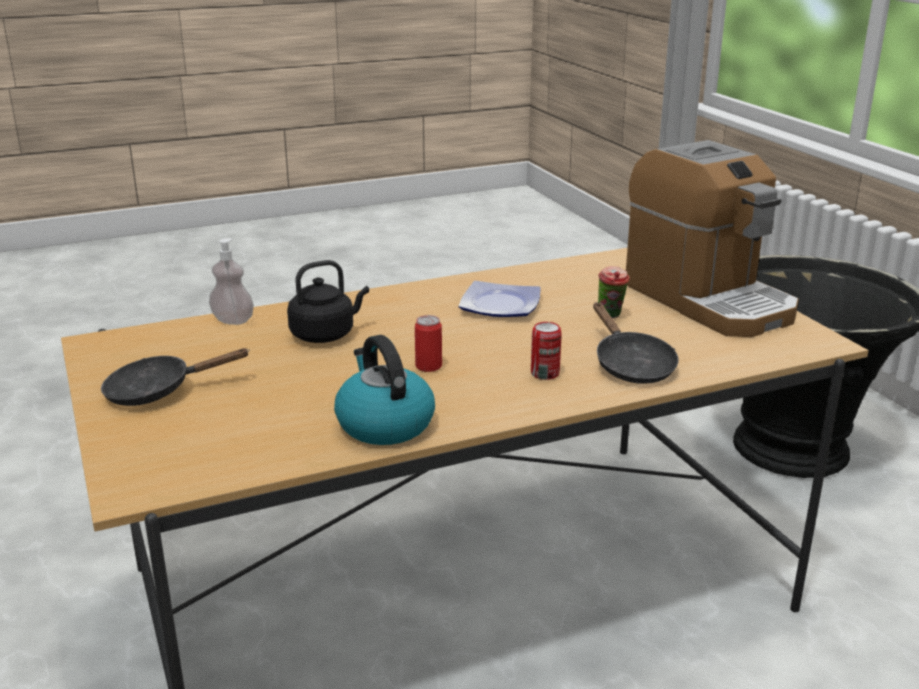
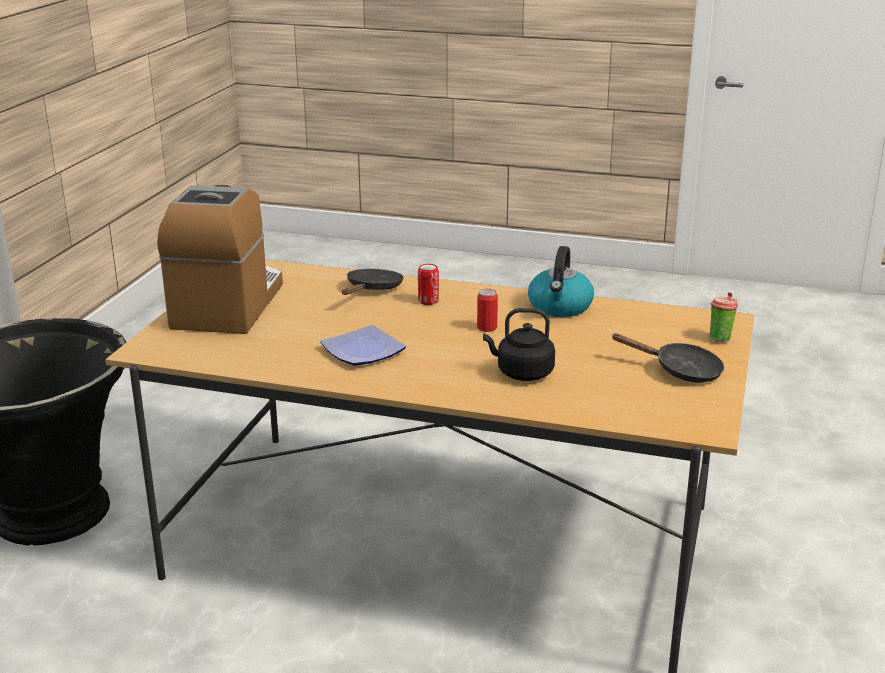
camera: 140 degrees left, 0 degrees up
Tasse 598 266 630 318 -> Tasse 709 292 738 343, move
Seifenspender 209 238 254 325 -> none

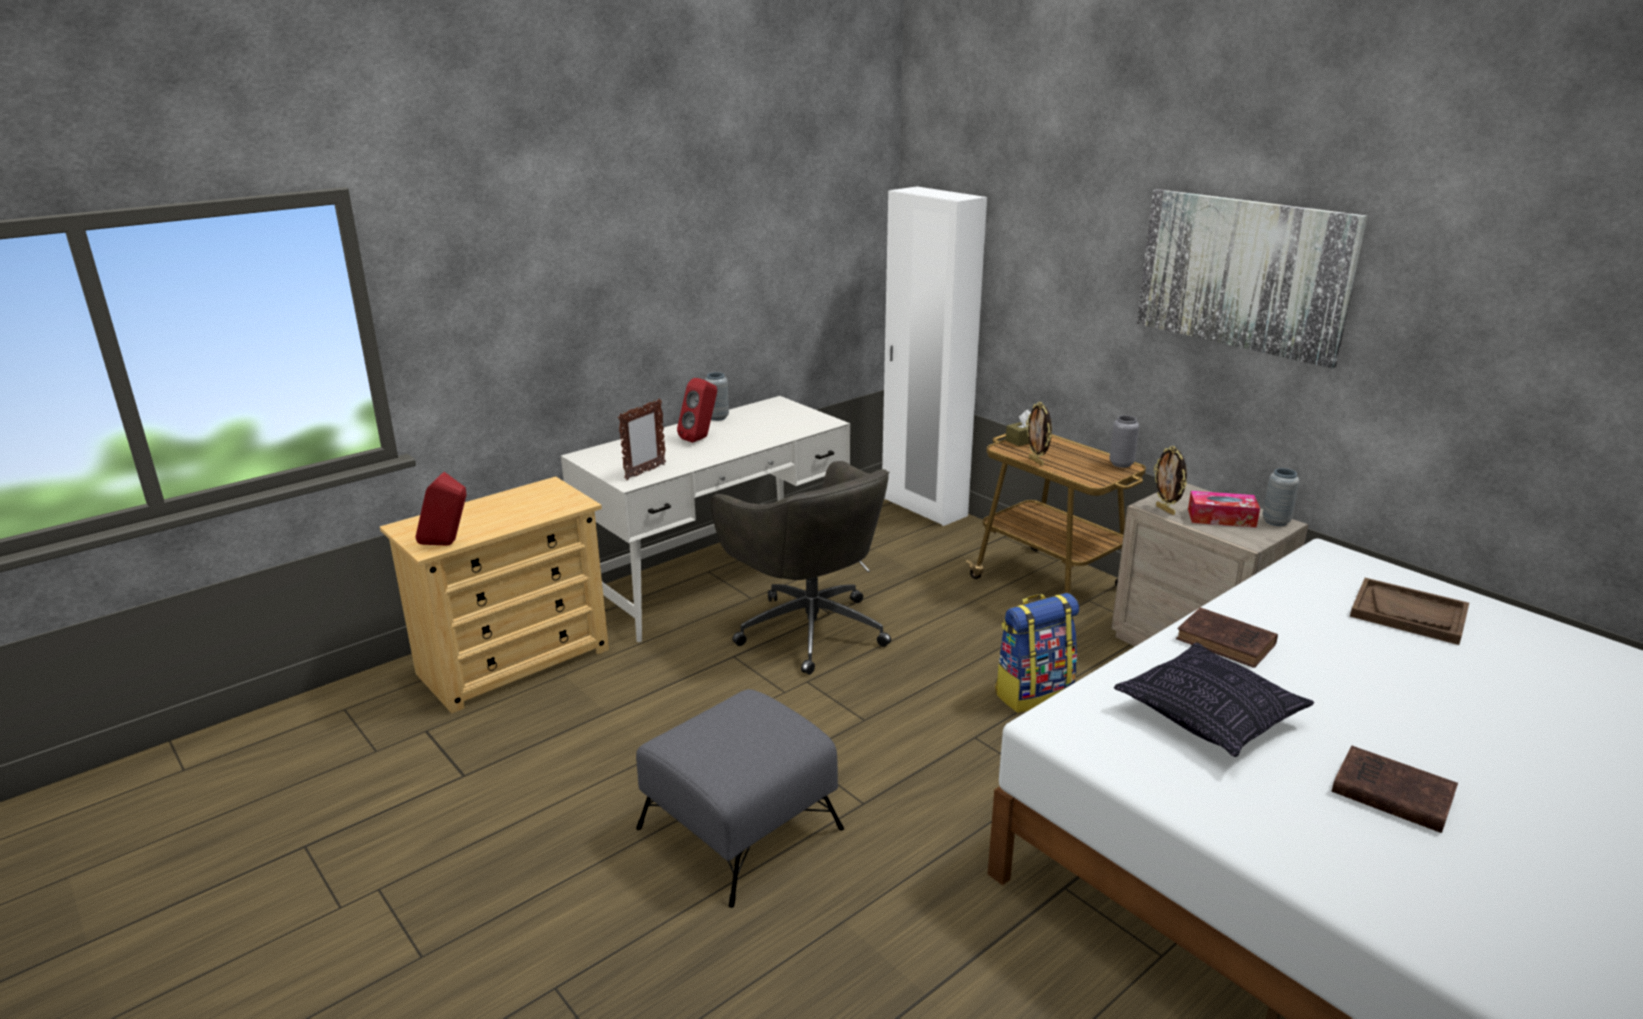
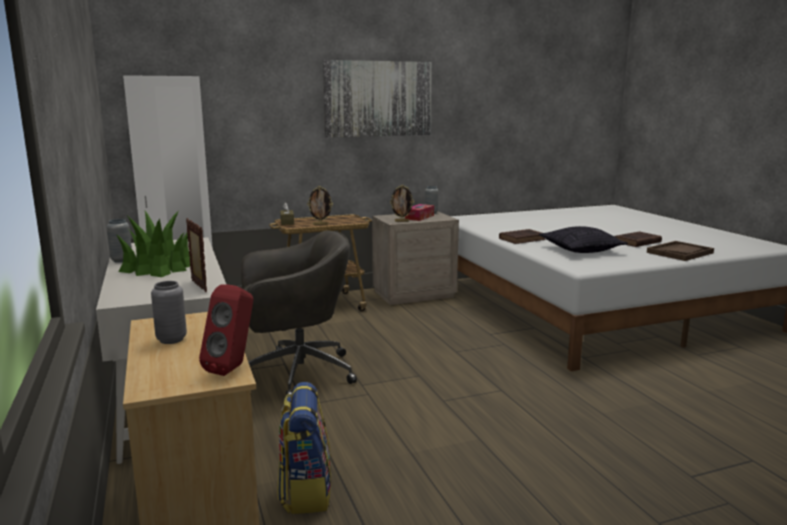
camera: 70 degrees left, 10 degrees down
Lautsprecher/rot 677 378 717 443 -> Topfpflanze 116 211 190 277
Vase/grau 1110 415 1139 468 -> Vase/grau 151 281 187 344, move
Rucksack 995 593 1079 713 -> Rucksack 278 382 331 514, move
Tablett/braun 1350 578 1469 645 -> Tablett/braun 647 241 714 261, move
Polsterhocker/grau 636 689 844 908 -> none

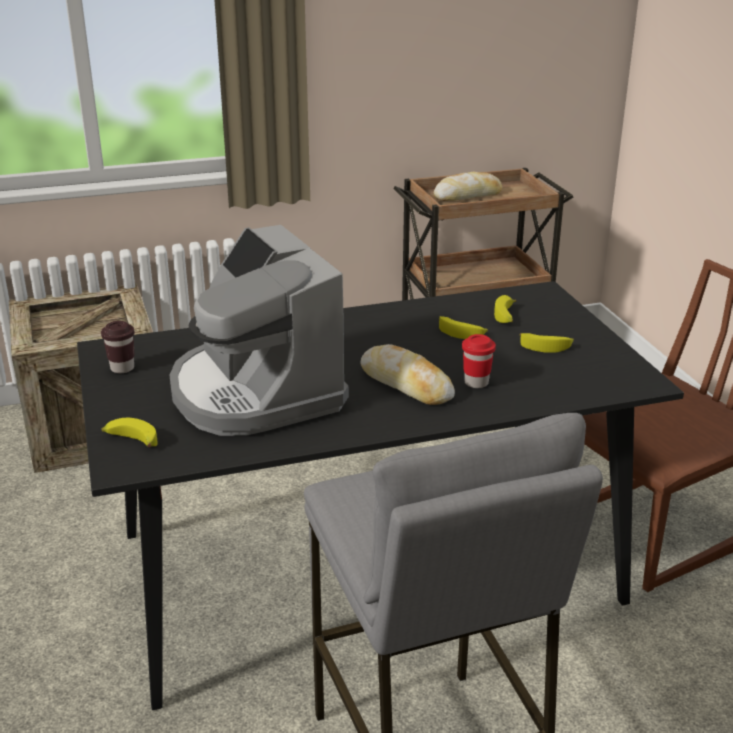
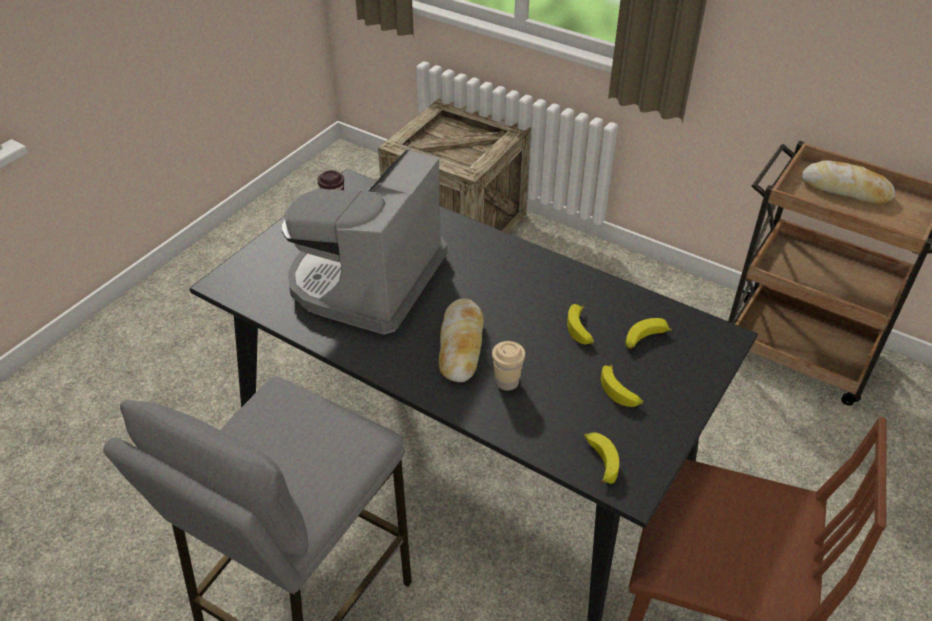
camera: 50 degrees right, 15 degrees up
Tasse/rot 462 334 496 388 -> Tasse/beige 492 341 525 391
Banane 101 418 158 447 -> Banane 584 433 619 484, move

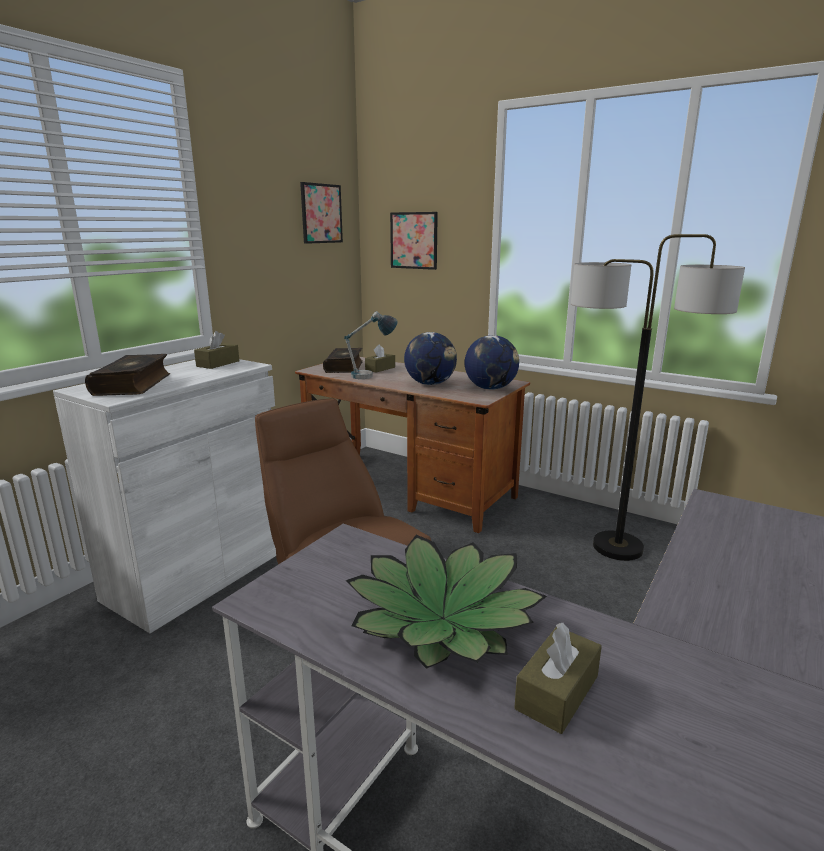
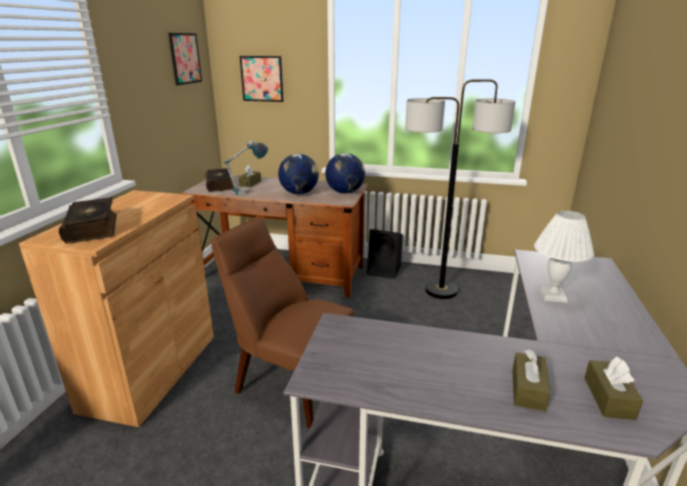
camera: 20 degrees left, 5 degrees up
Schrank/weiß 53 359 276 633 -> Schrank/braun 19 190 214 427
none -> Lautsprecher/schwarz 367 229 403 279
none -> Tischlampe/weiß 534 211 594 303
Taschentuchbox/braun 194 331 239 369 -> Taschentuchbox/braun 585 356 643 420, move
Topfpflanze 345 535 547 669 -> none

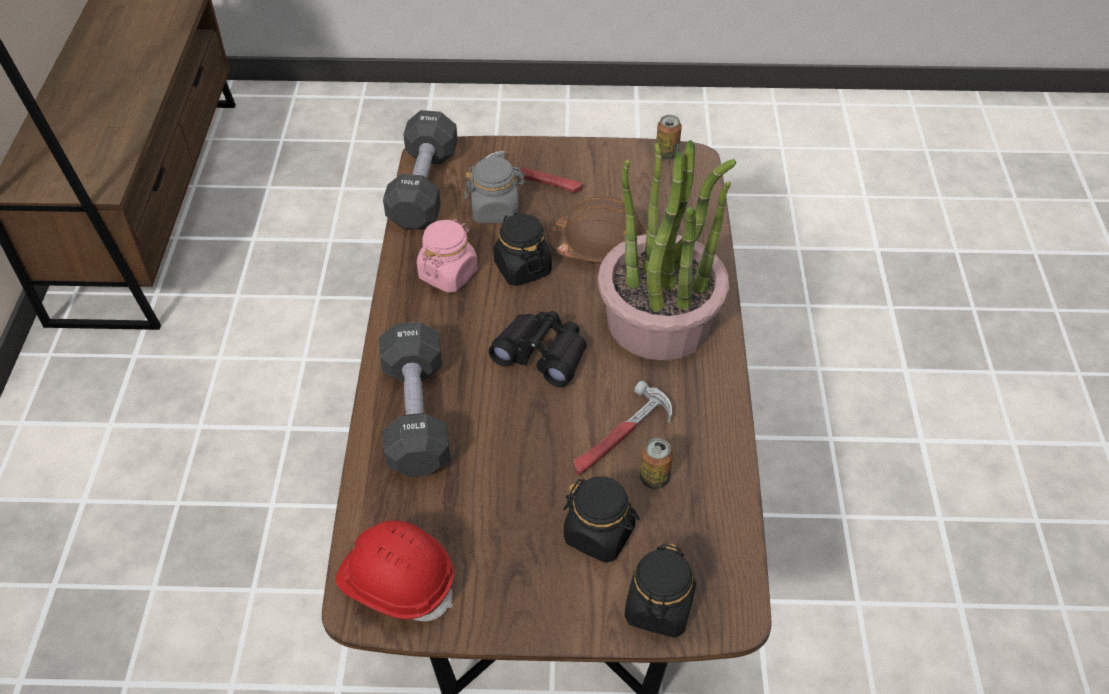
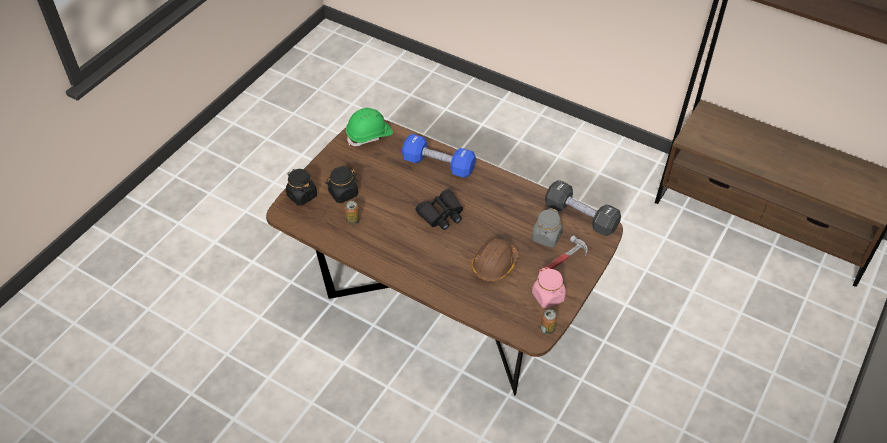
camera: 120 degrees right, 0 degrees up
Schutzhelm/rot 336 520 454 621 -> Schutzhelm/grün 346 108 393 146
Hantel/schwarz 379 322 450 477 -> Hantel/blau 402 134 476 178
Vorratsglas/rosa 417 219 478 293 -> Vorratsglas/rosa 532 267 566 308, move
Vorratsglas/schwarz 493 212 552 286 -> none
Hammer 574 381 672 475 -> none
Topfpflanze 598 140 737 360 -> none

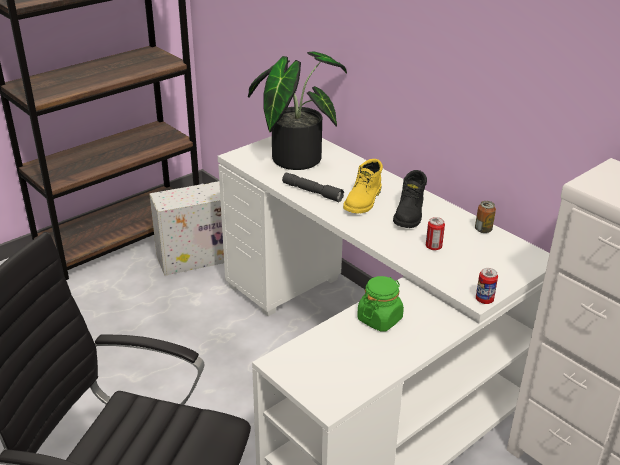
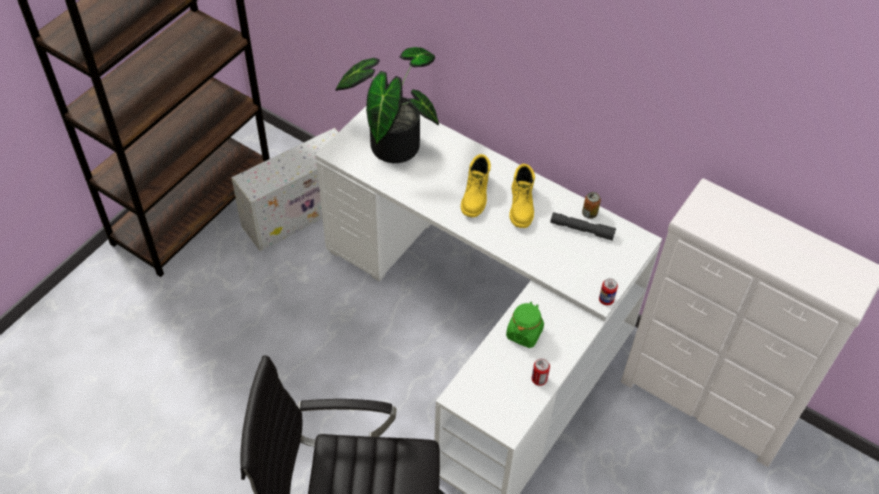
camera: 15 degrees left, 20 degrees up
Stiefel/schwarz 393 170 427 228 -> Stiefel/gelb 509 164 535 228
Dose 426 217 445 250 -> Dose 532 358 550 386, move
Taschenlampe/grau 282 173 344 202 -> Taschenlampe/grau 550 212 616 241, move

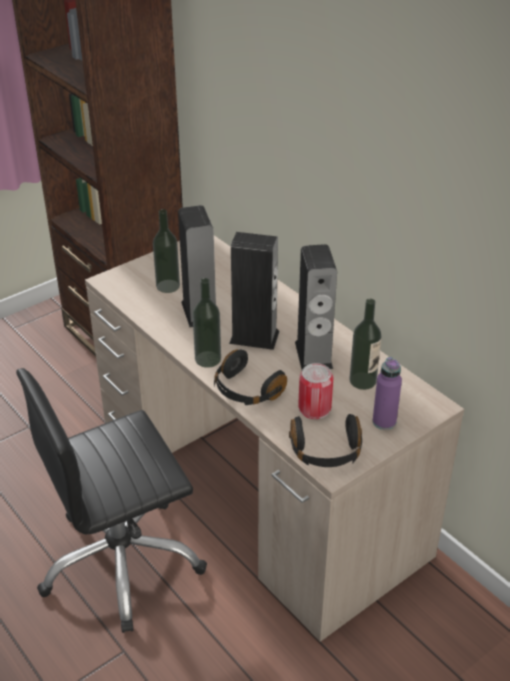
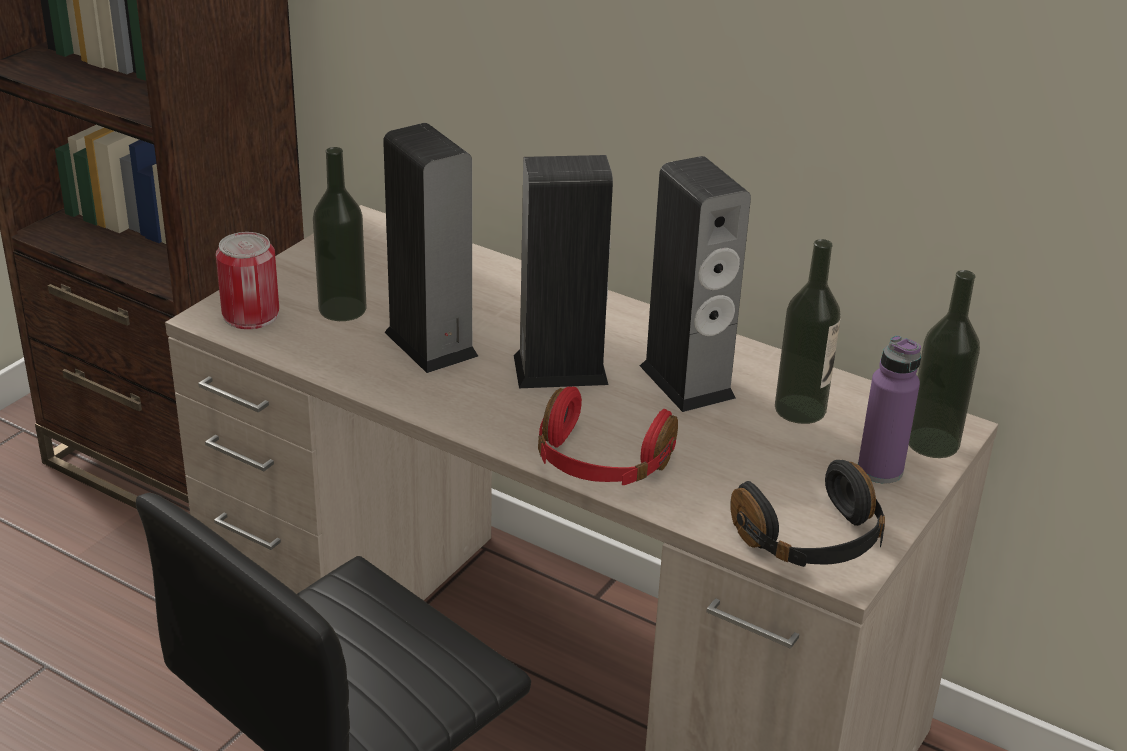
camera: 20 degrees left, 5 degrees down
Dose 298 363 333 419 -> Dose 216 232 279 329, move
Kopfhörer/schwarz 214 349 287 405 -> Kopfhörer/rot 538 387 678 485
Flasche 193 278 221 368 -> Flasche 909 270 980 458, move

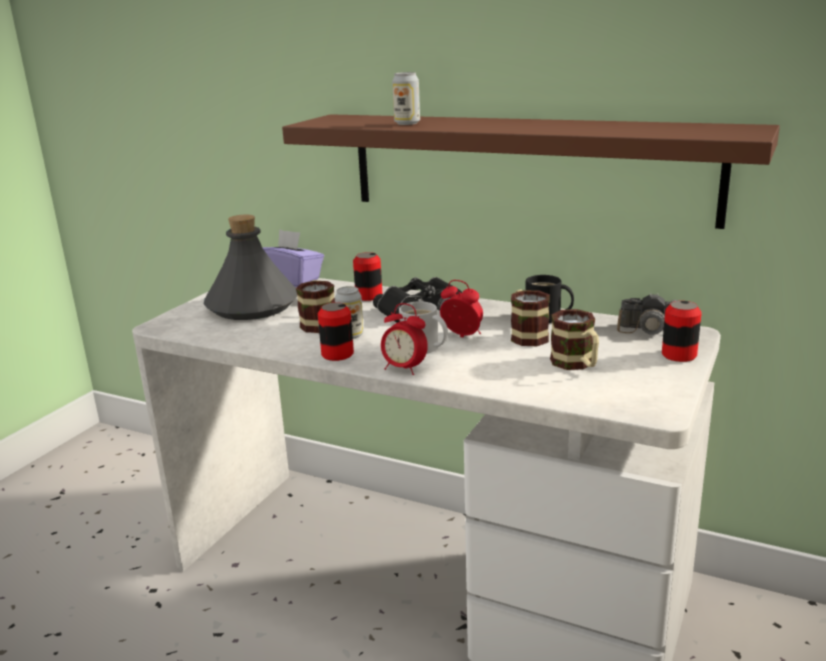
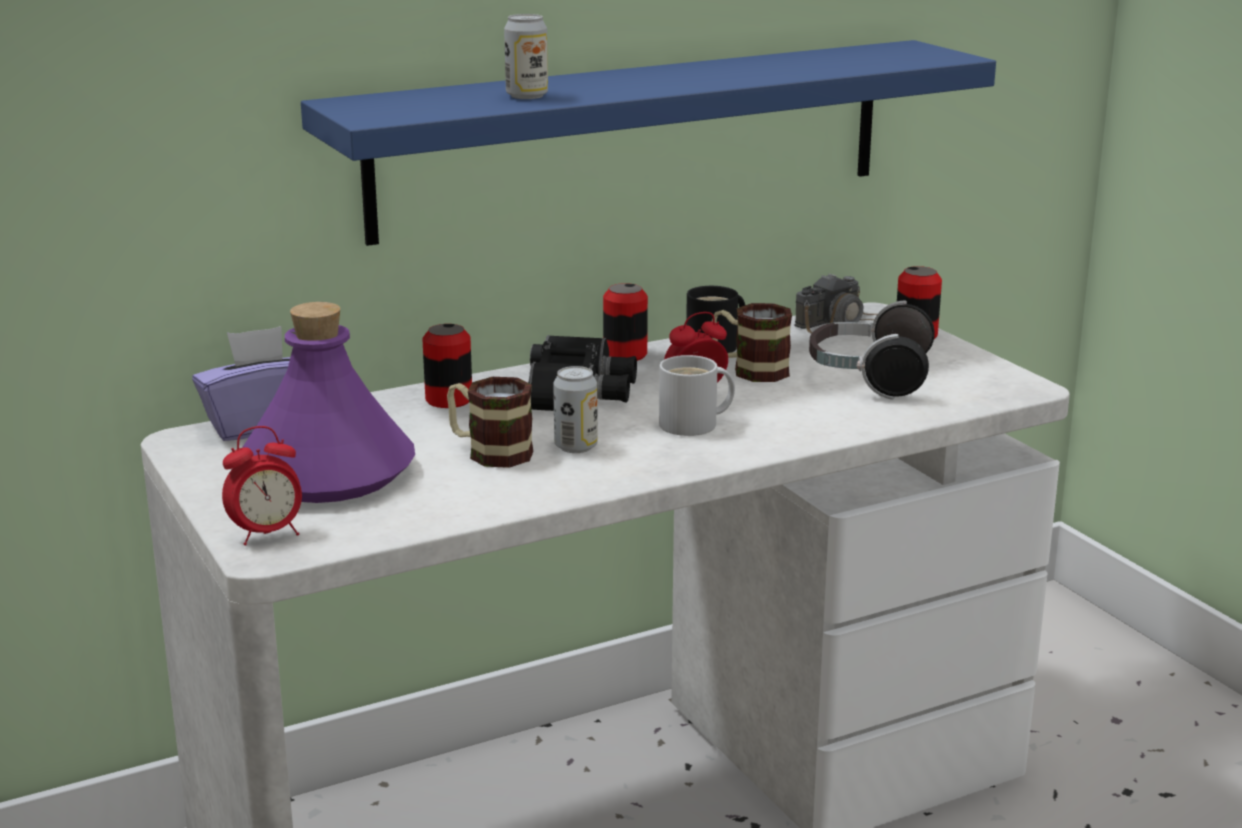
camera: 55 degrees left, 0 degrees up
Wecker 381 303 428 375 -> Wecker 222 426 302 546, move
Flasche/grau 204 215 297 320 -> Flasche/lila 242 302 415 503
Wandregal/braun 282 114 780 229 -> Wandregal/blau 301 40 996 246
Dose 318 302 354 361 -> Dose 603 283 648 361, move
Henkelbecher 550 309 599 370 -> Kopfhörer 809 300 935 400

